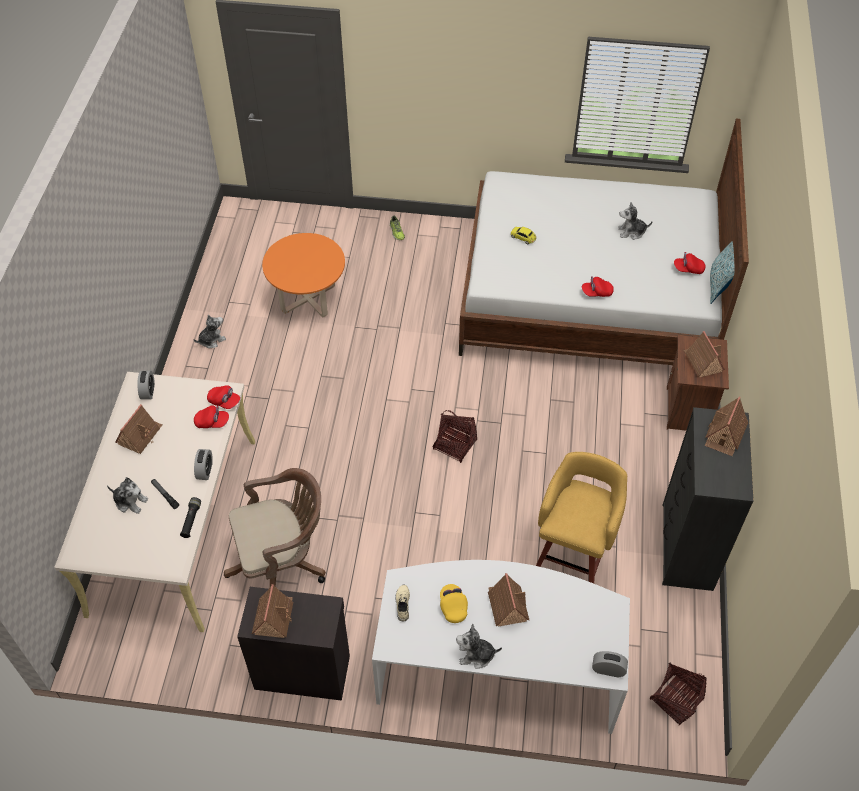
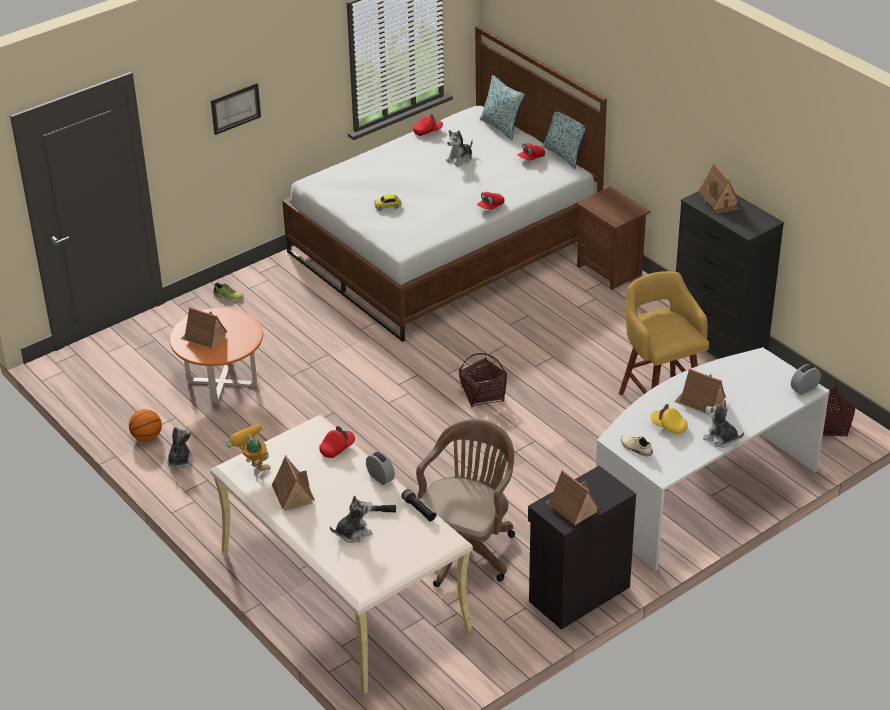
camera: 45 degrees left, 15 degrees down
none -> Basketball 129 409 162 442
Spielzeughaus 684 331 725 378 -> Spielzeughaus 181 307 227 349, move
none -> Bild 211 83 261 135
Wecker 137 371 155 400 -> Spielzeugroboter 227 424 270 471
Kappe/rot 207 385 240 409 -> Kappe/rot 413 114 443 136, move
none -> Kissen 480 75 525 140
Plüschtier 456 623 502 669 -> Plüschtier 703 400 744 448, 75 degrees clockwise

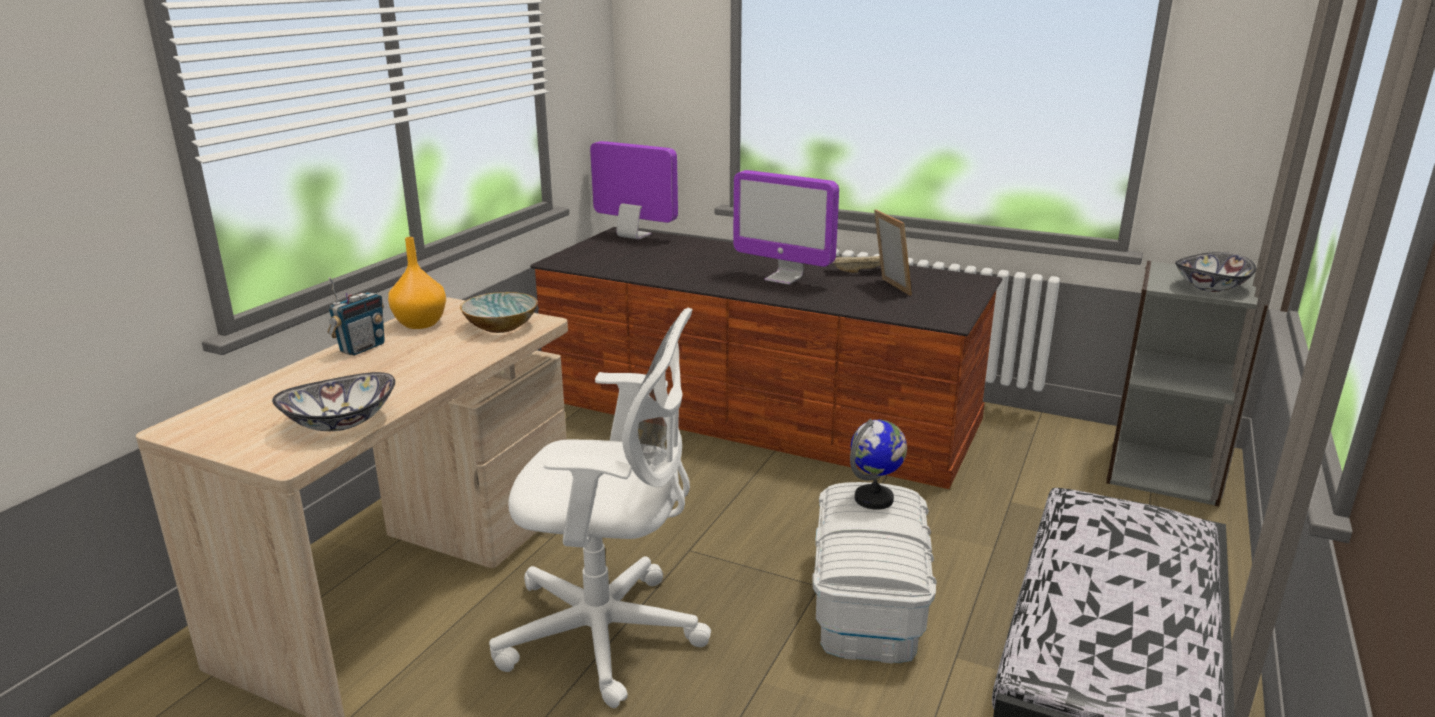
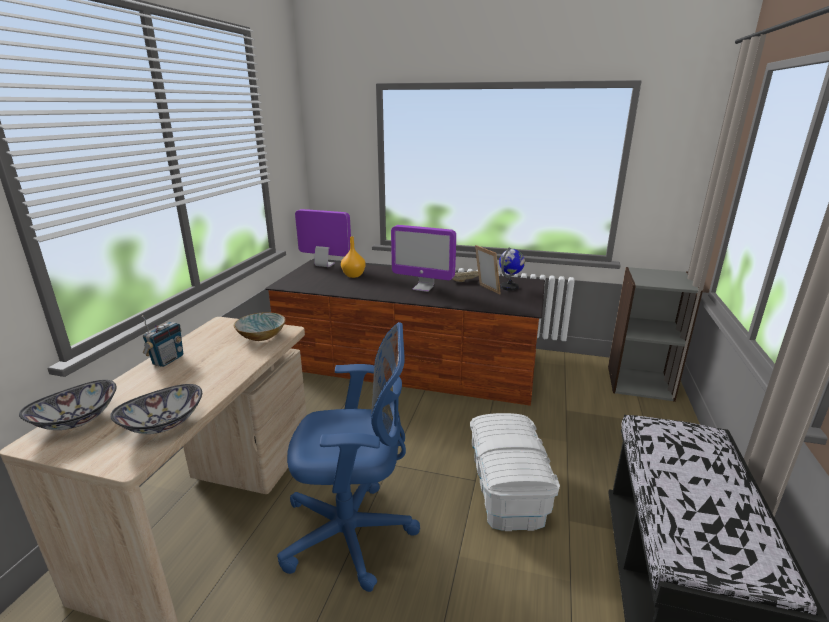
camera: 10 degrees left, 0 degrees up
Schüssel 1175 252 1256 292 -> Schüssel 19 380 117 430, move
Bürostuhl/weiß 489 308 711 708 -> Bürostuhl/blau 277 322 420 592
Vase/orange 388 237 446 329 -> Vase/orange 341 236 365 278, move
Globus 850 419 907 510 -> Globus 499 247 525 291, move

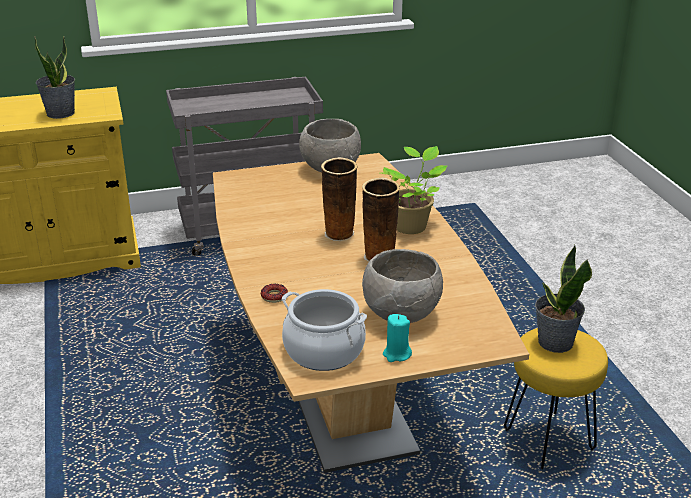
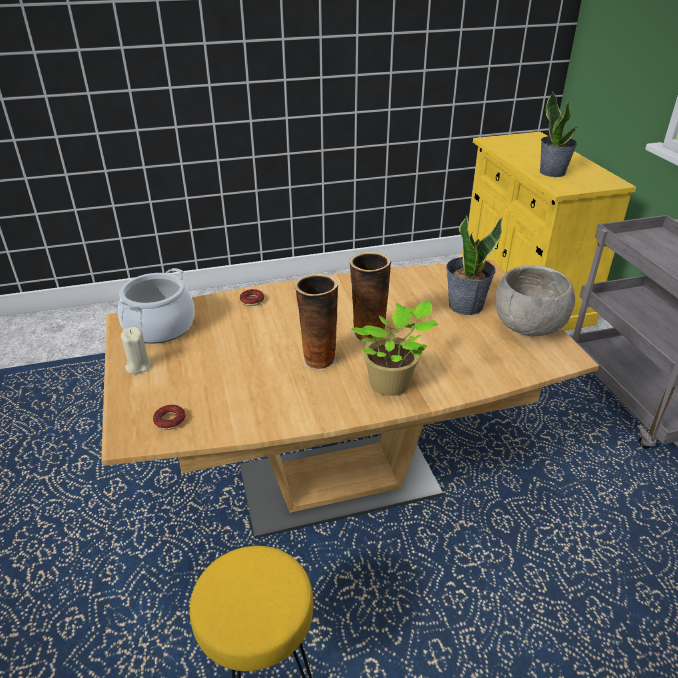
camera: 90 degrees right, 5 degrees up
Kerze/türkis 383 314 412 362 -> Kerze/beige 121 327 151 374
none -> Donut 153 405 186 430
Topfpflanze 535 245 592 353 -> Topfpflanze 446 216 503 315, move
Schüssel/grau 362 249 443 323 -> none

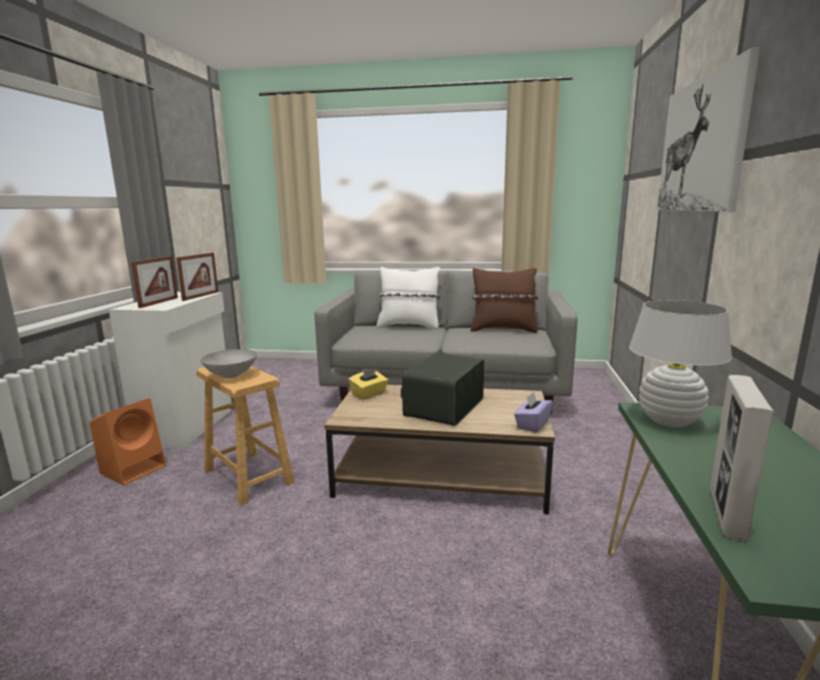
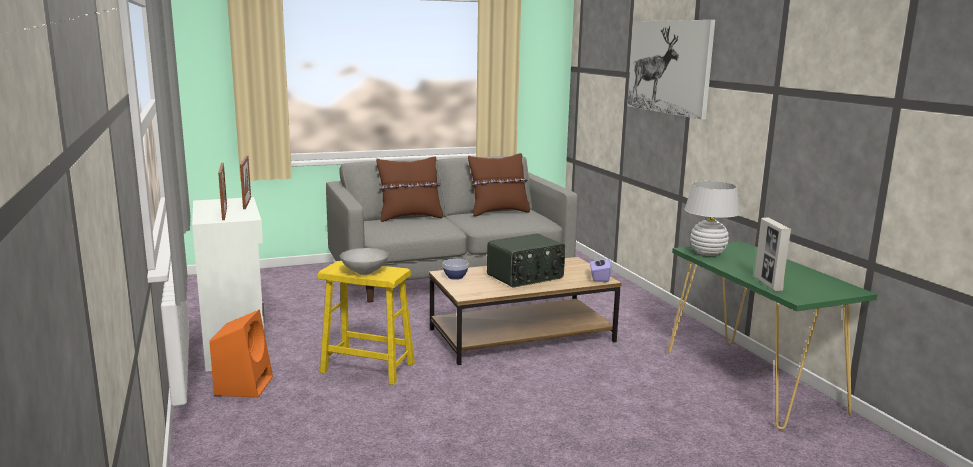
camera: 30 degrees left, 0 degrees up
Hocker/braun 196 366 295 505 -> Hocker/gelb 318 261 415 385
Kissen/weiß 376 267 441 330 -> Kissen/braun 376 157 443 222
Taschentuchbox/gelb 348 368 388 399 -> Schüssel 443 259 469 280
Radio 401 353 484 426 -> Radio 487 233 565 288, 120 degrees counterclockwise

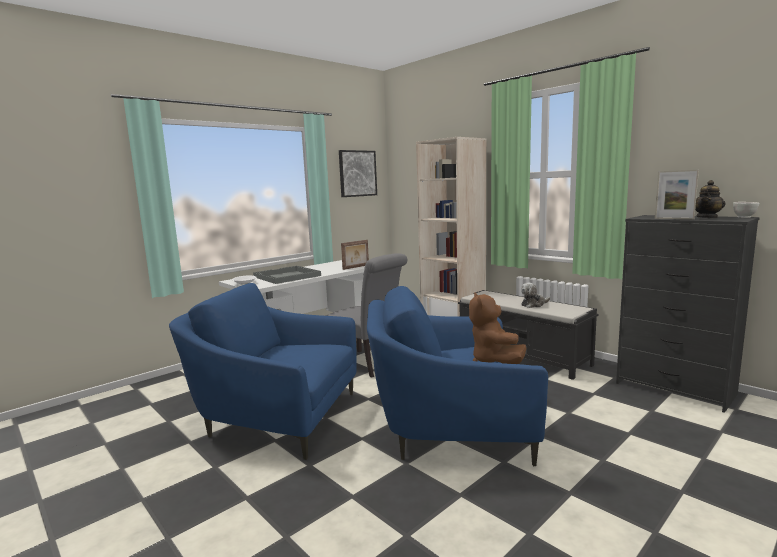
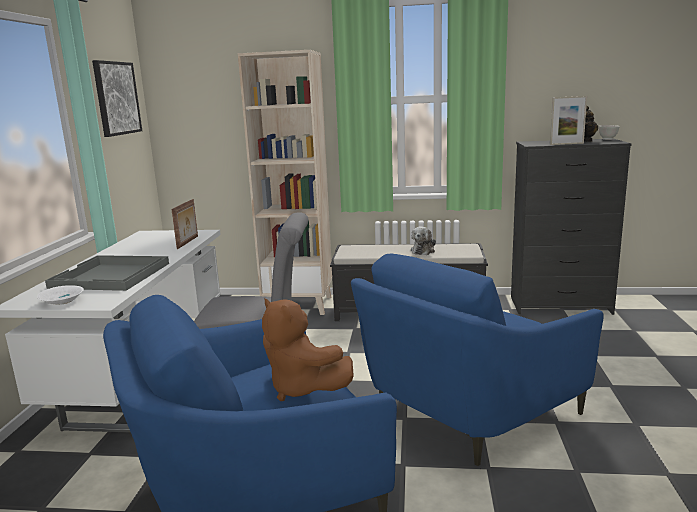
camera: 40 degrees left, 5 degrees up
Plüschtier/braun 469 292 526 364 -> Plüschtier/braun 262 298 354 401, move

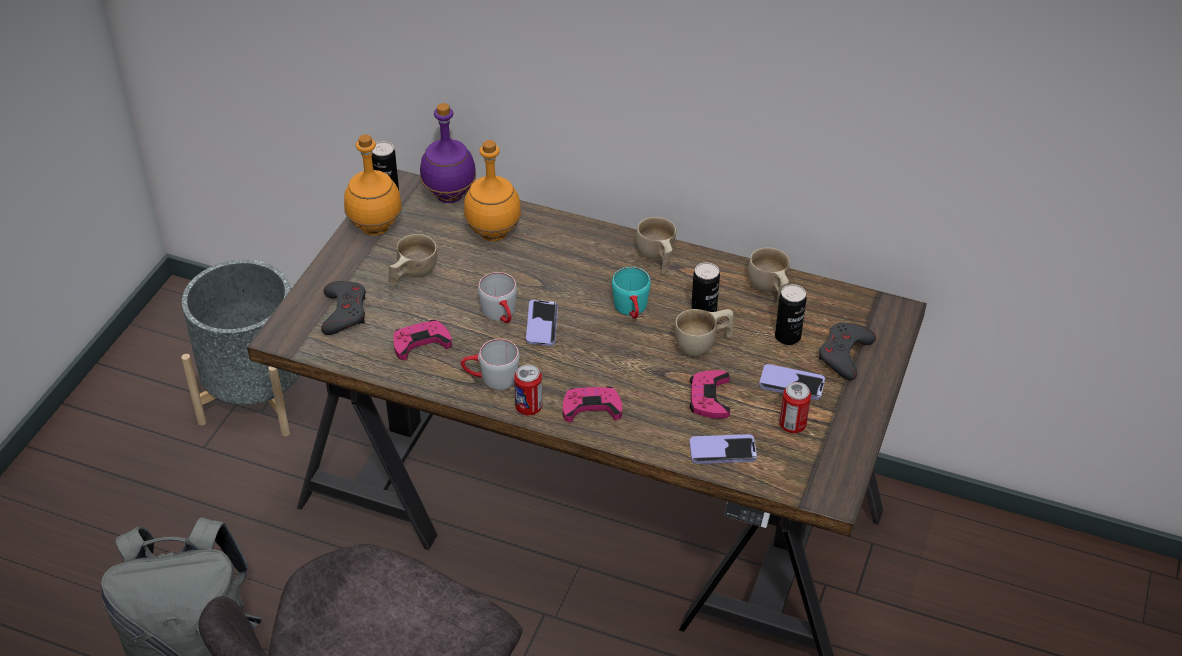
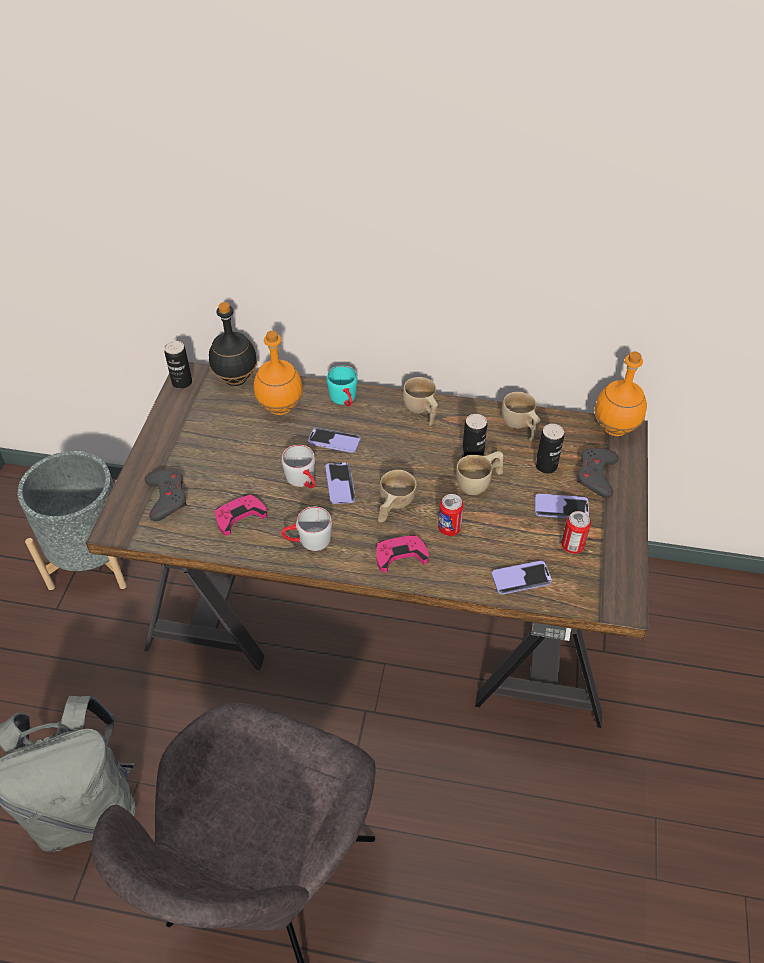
camera: 10 degrees left, 5 degrees up
Flasche/lila 420 103 476 203 -> Flasche/schwarz 209 302 257 386
none -> Handy 308 428 360 453
Henkelbecher/türkis 612 267 651 319 -> Henkelbecher/türkis 326 365 358 407, move
Tasse/beige 388 234 437 287 -> Tasse/beige 378 470 417 522, move
Dose 514 365 542 415 -> Dose 438 494 464 536, move
Flasche/orange 344 134 402 235 -> Flasche/orange 594 351 647 436, move
Gamepad/rosa 690 370 730 419 -> none

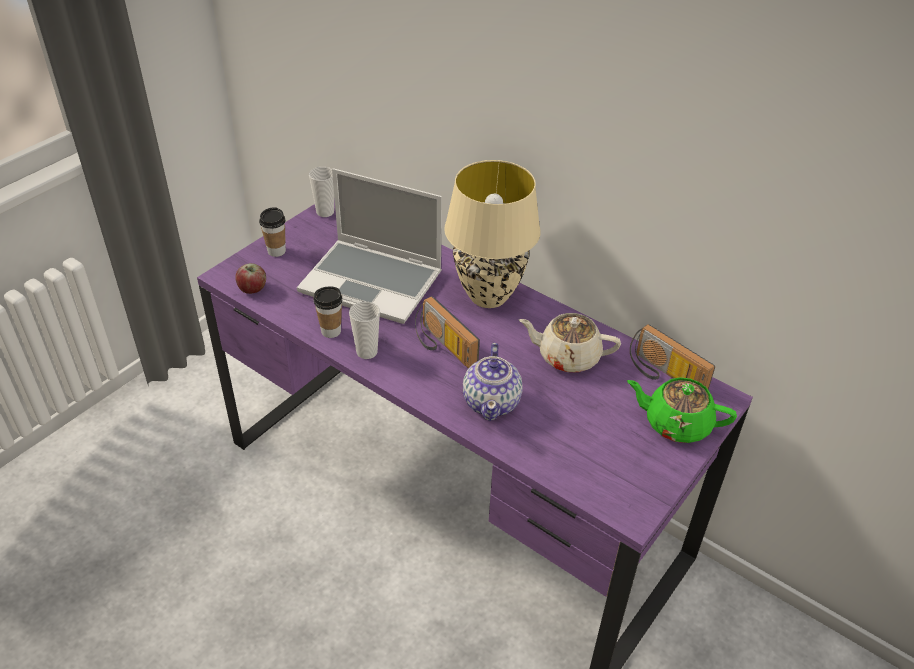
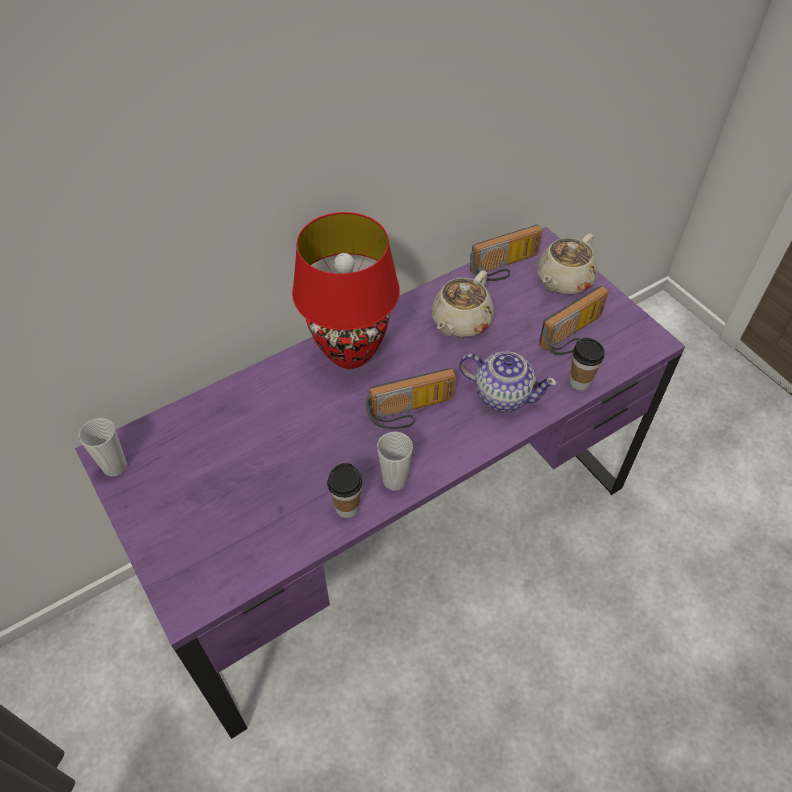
camera: 70 degrees left, 10 degrees up
Tischlampe/beige 444 160 541 308 -> Tischlampe/rot 292 212 400 369
Teekanne/grün 627 377 737 443 -> Teekanne/beige 537 233 598 294
none -> Radio 539 286 609 355
Tasse 259 208 286 257 -> Tasse 570 338 605 391, move
Apfel 235 263 266 294 -> none
Laptop 297 168 442 324 -> none

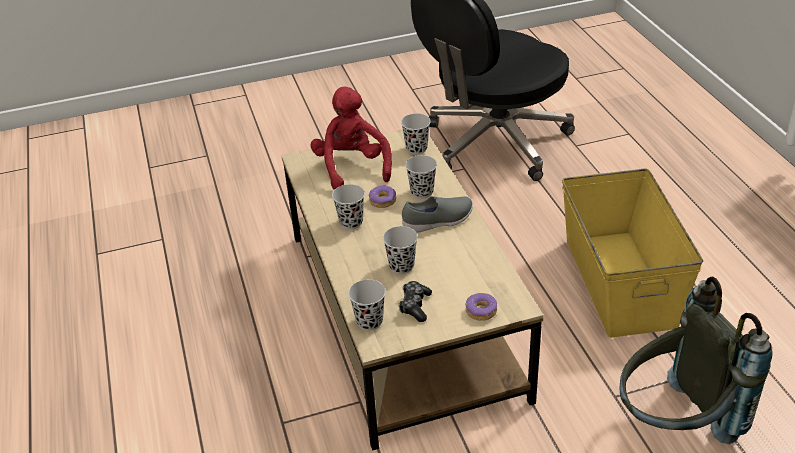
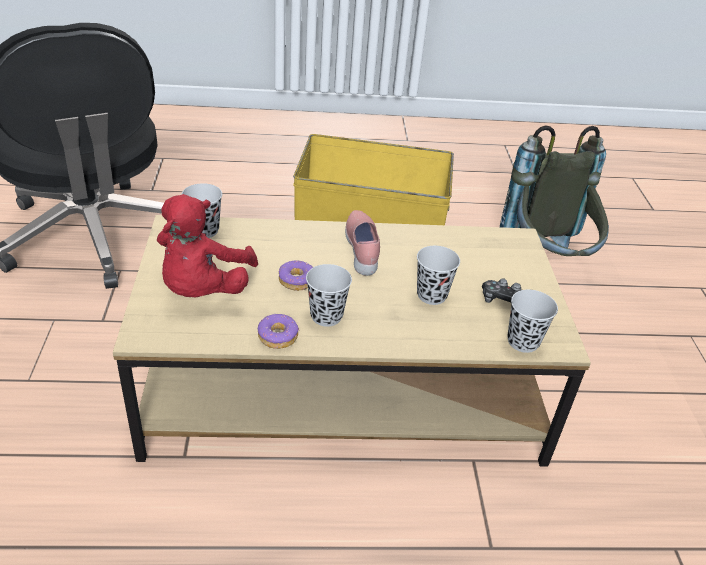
camera: 80 degrees left, 0 degrees up
Plüschtier/rot 311 86 392 190 -> Plüschtier/rot 157 194 258 298, 75 degrees counterclockwise
Donut 465 293 497 321 -> Donut 258 314 299 349, move
Schuh/grau 402 196 473 233 -> Schuh/rosa 345 210 380 276
Tasse/schwarz 405 155 437 199 -> none

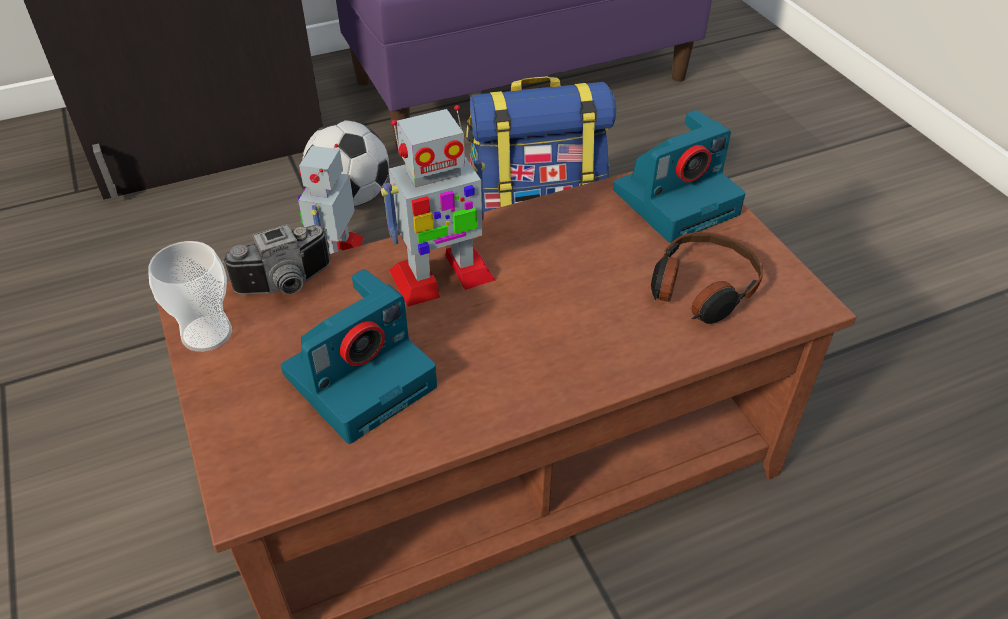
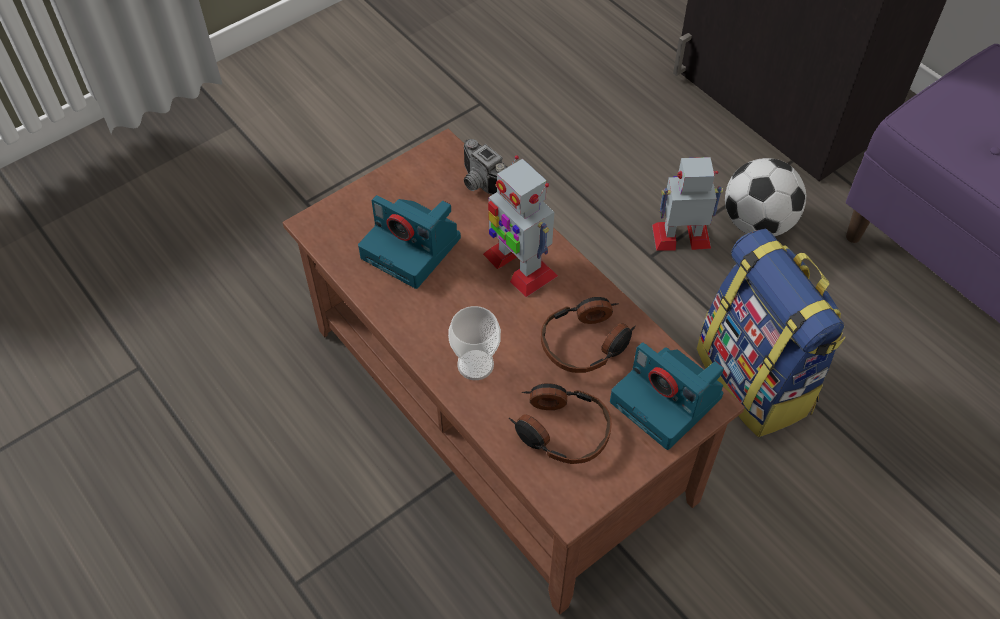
camera: 75 degrees right, 10 degrees up
Tasse 148 241 232 352 -> Tasse 448 306 501 380, move
none -> Kopfhörer 541 297 636 373

